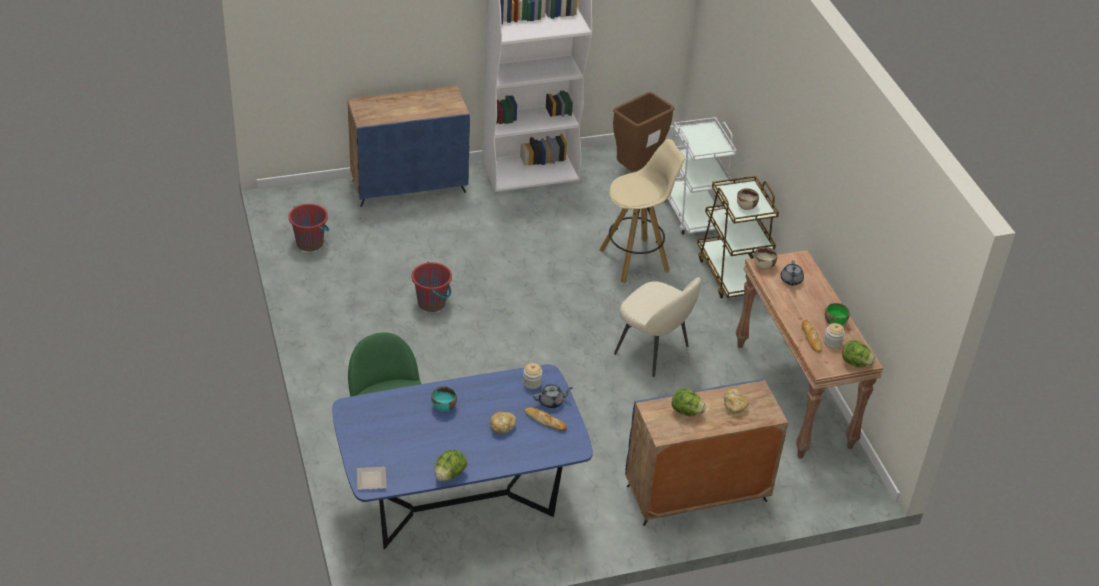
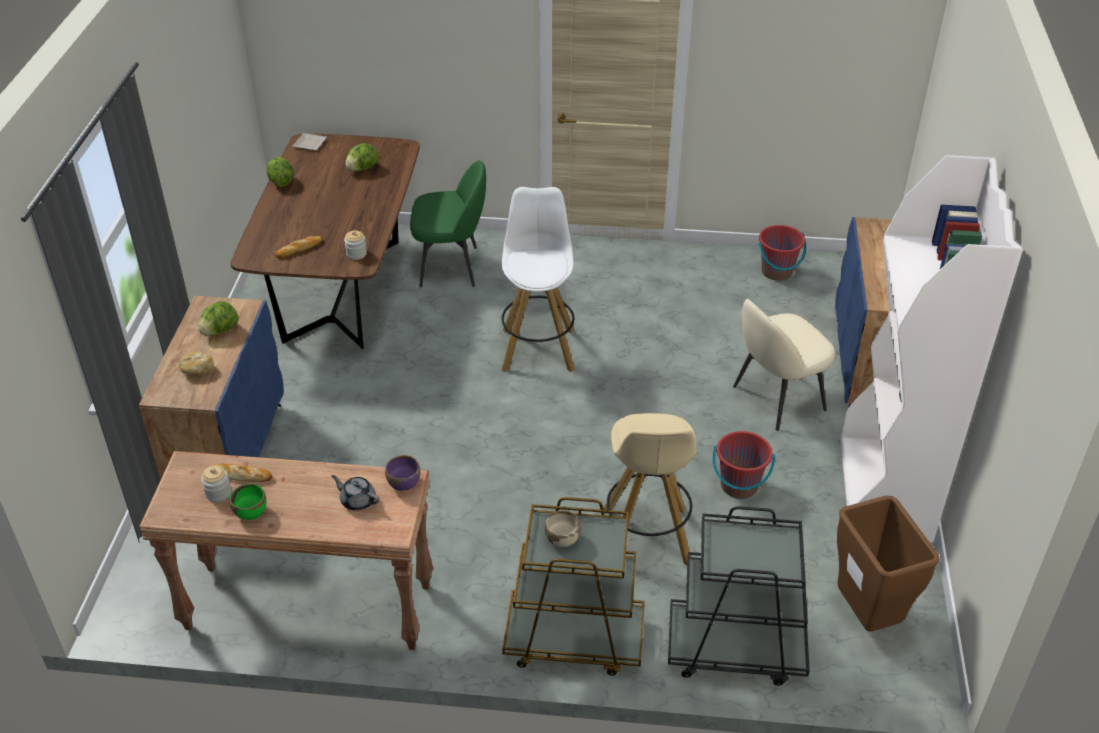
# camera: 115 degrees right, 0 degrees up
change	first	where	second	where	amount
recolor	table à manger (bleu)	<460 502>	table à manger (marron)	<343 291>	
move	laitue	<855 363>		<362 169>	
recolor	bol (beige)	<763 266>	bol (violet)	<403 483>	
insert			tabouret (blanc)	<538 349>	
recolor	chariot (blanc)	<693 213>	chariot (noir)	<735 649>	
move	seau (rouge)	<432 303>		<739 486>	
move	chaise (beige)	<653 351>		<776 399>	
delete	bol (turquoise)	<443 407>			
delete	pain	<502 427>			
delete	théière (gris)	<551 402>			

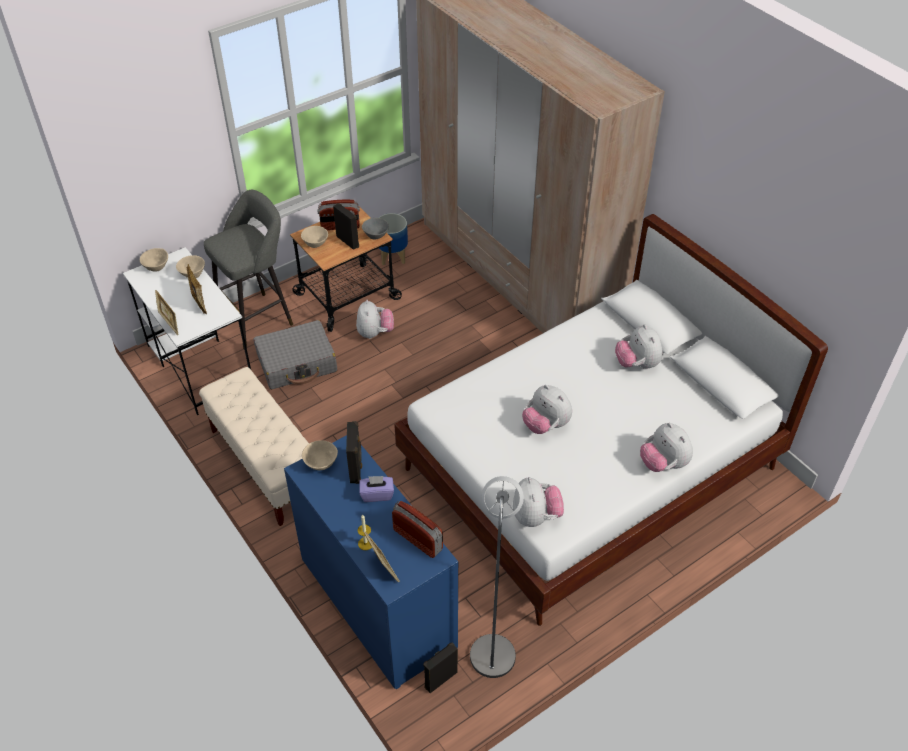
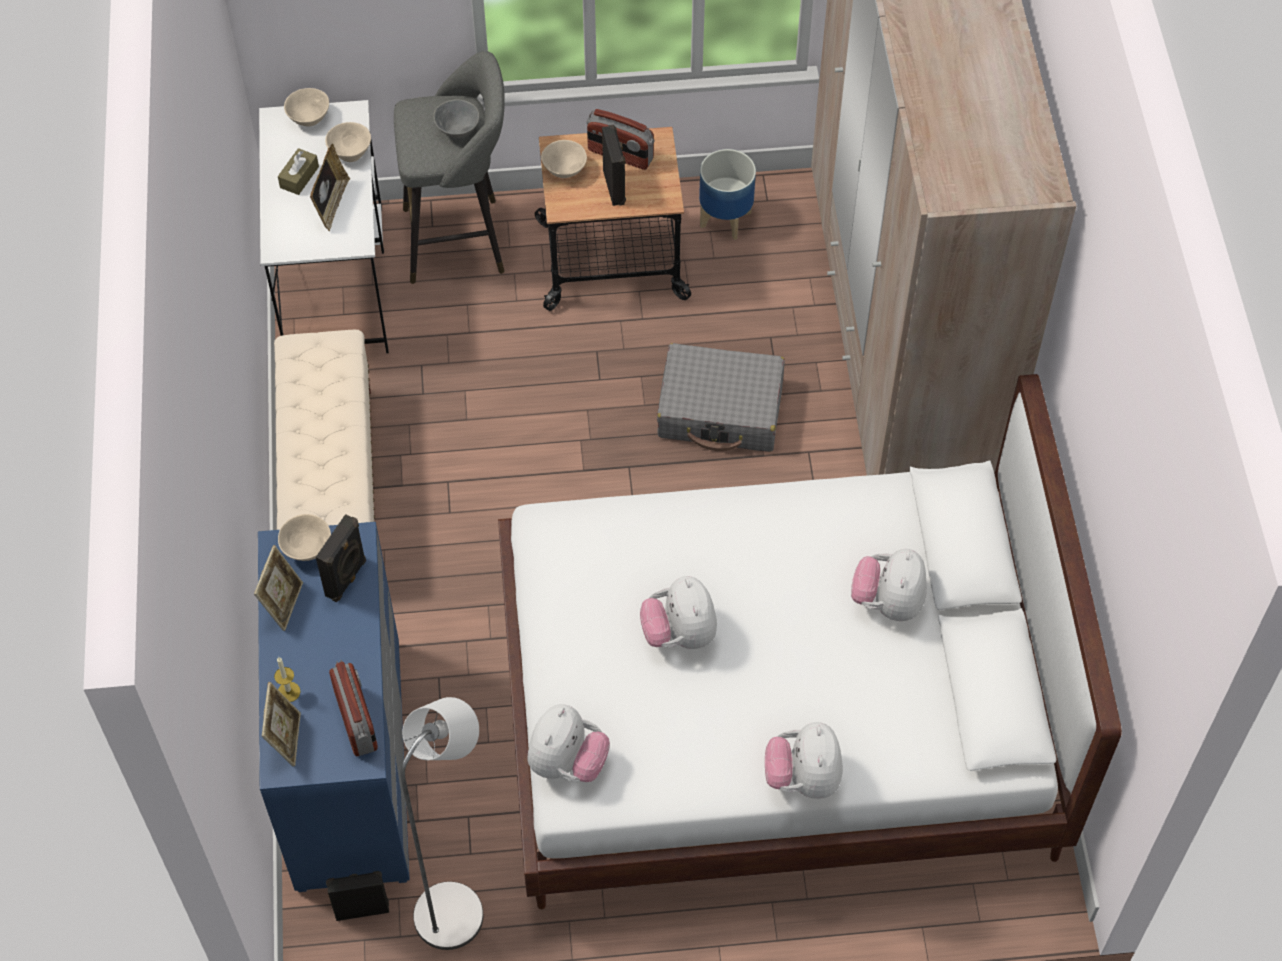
# camera: 30 degrees right, 10 degrees up
change	first	where	second	where	amount
move	cadre photo	<170 325>		<283 604>	
insert			boîte à mouchoirs (marron)	<299 177>	
move	bol (gris)	<376 236>		<457 131>	
move	valise (gris)	<297 363>		<721 410>	
delete	peluche	<375 333>			
delete	boîte à mouchoirs (violet)	<377 494>			

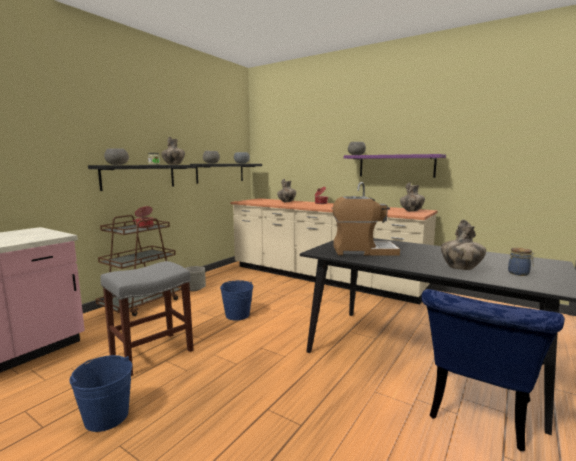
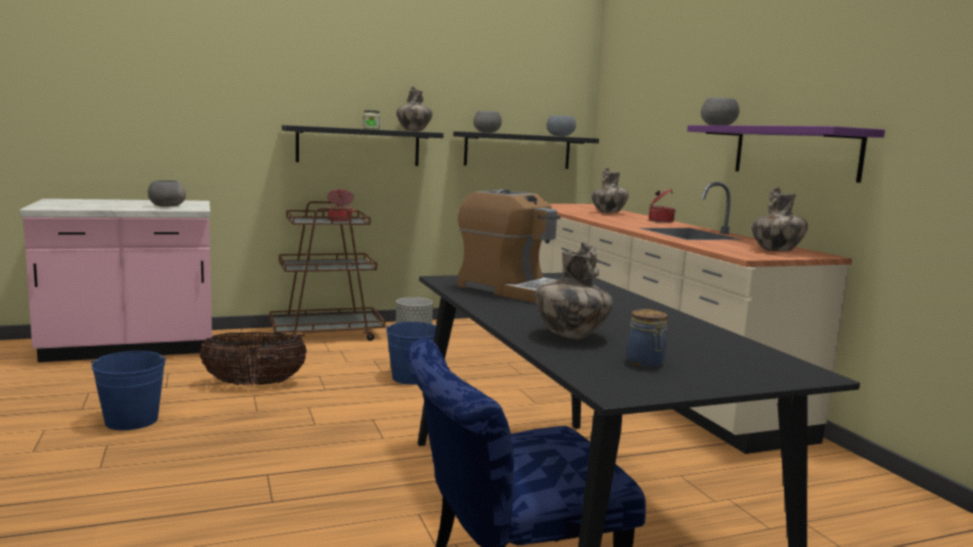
# camera: 35 degrees right, 0 degrees up
change	first	where	second	where	amount
move	bol (gris)	<117 165>		<166 206>	
replace	tabouret (gris)	<153 352>	panier	<254 384>	

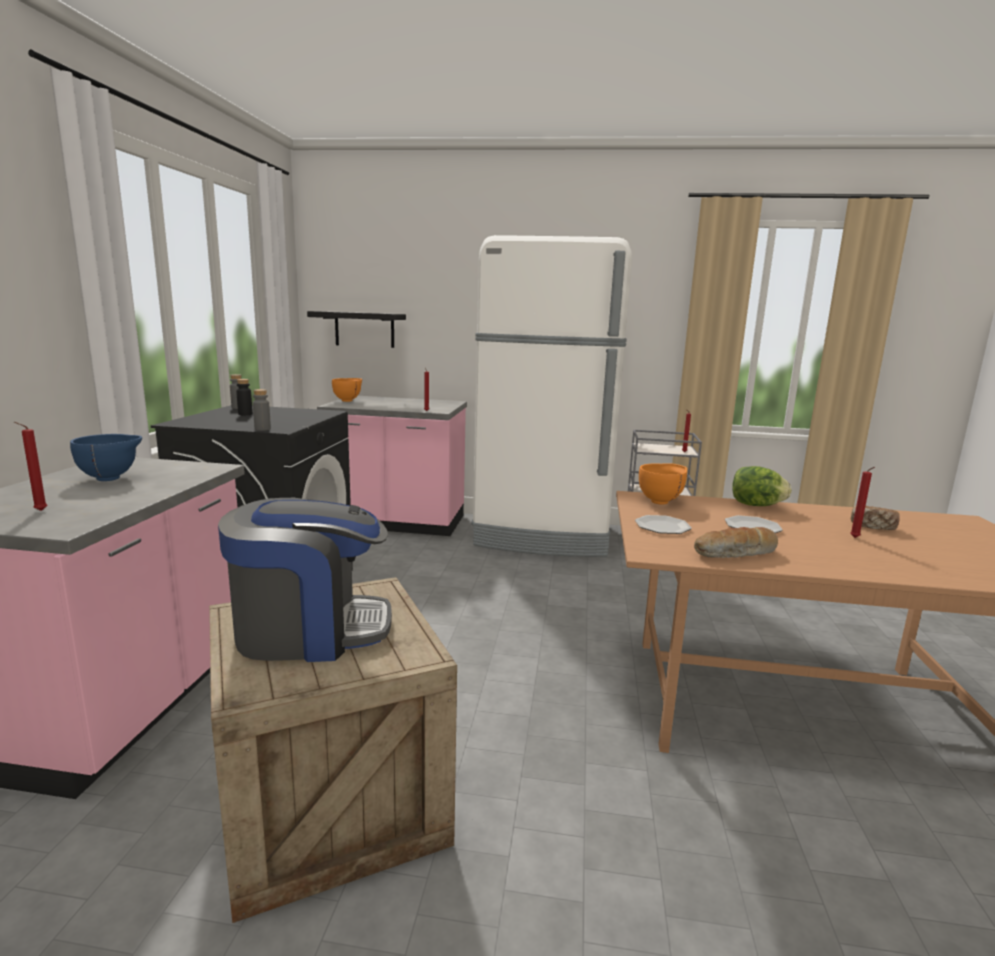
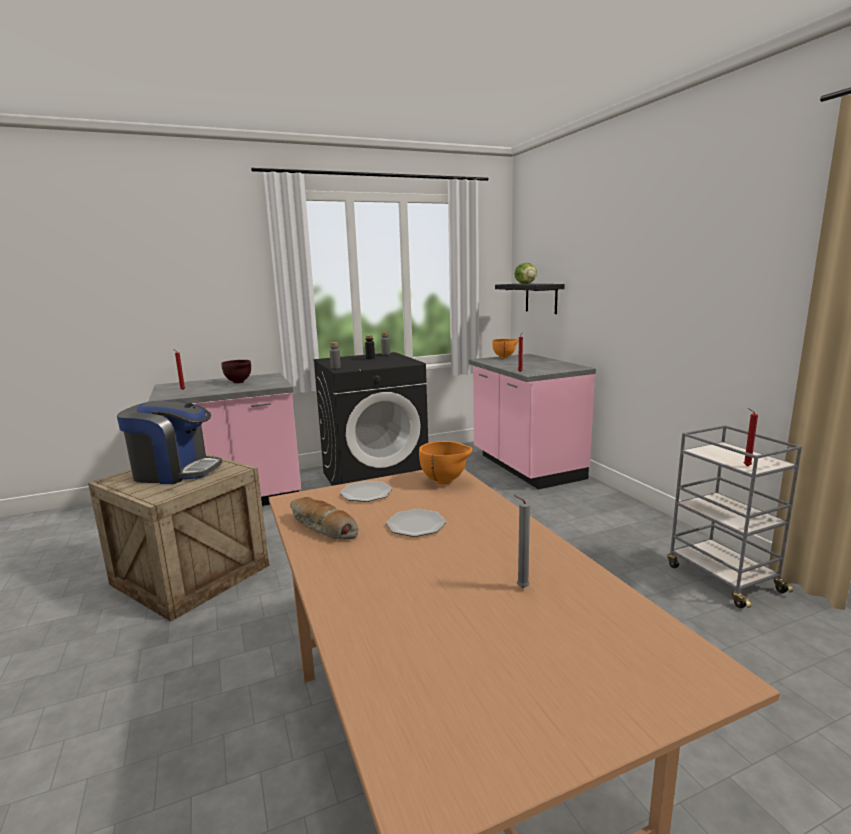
# camera: 60 degrees right, 0 degrees up
change	first	where	second	where	amount
rotate	machine à café	<310 630>		<175 472>	45 degrees counterclockwise
recolor	bol (bleu)	<112 478>	bol (marron)	<239 382>	
replace	pain	<872 527>	bougie (gris)	<520 588>	
move	laitue	<756 505>		<526 284>	
delete	réfrigérateur (blanc)	<543 536>			
delete	bougie (rouge)	<855 538>			

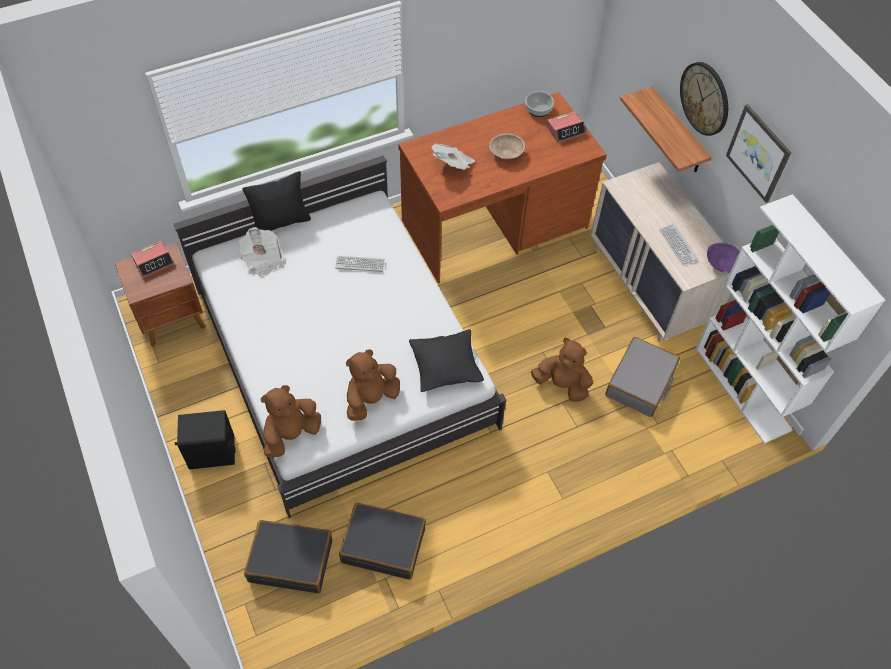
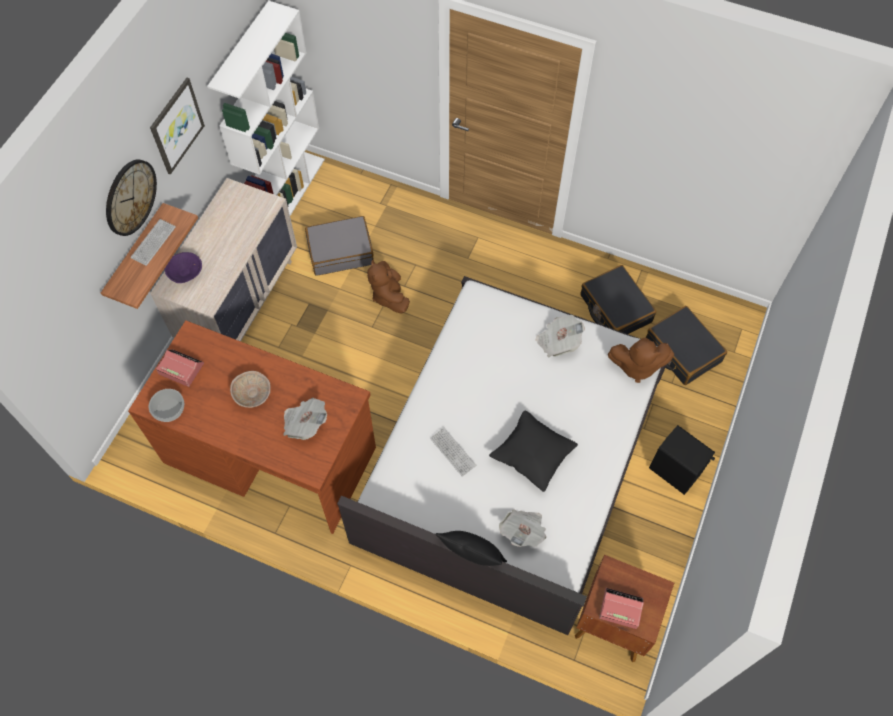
# camera: 130 degrees left, 5 degrees up
change	first	where	second	where	amount
move	clavier	<677 245>		<153 243>	
move	bol (violet)	<722 264>		<186 272>	
move	coussin (noir)	<446 366>		<532 454>	
replace	peluche (marron)	<371 399>	journal	<558 341>	

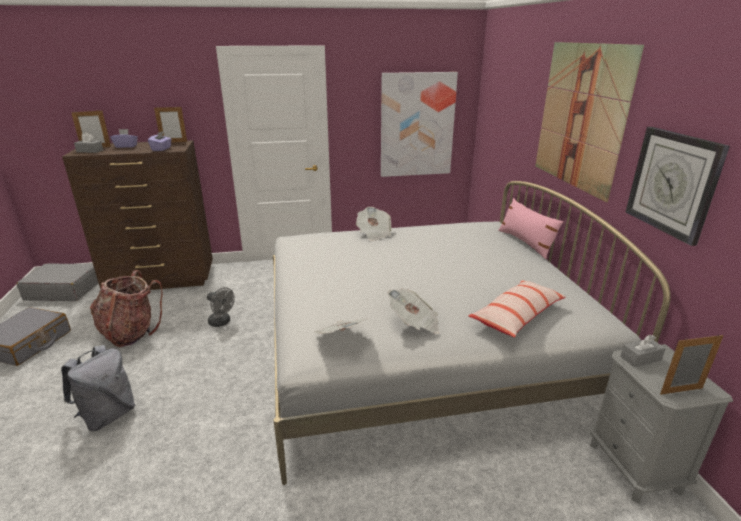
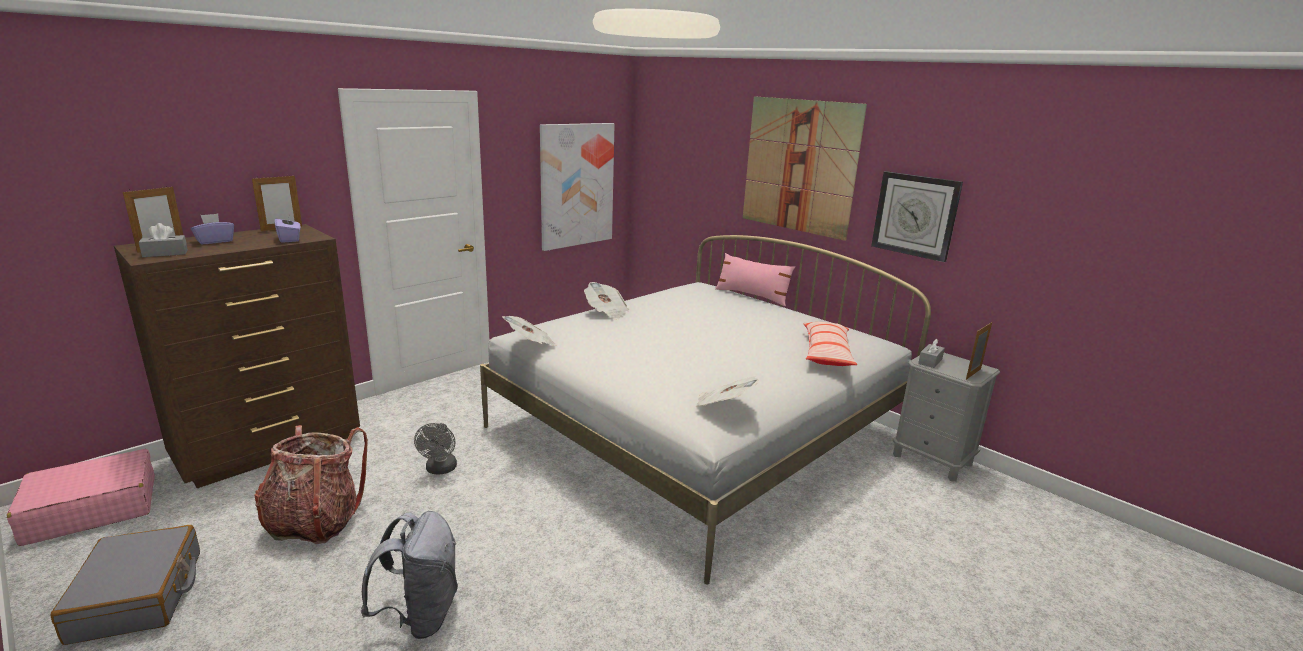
# camera: 35 degrees left, 5 degrees down
change	first	where	second	where	amount
recolor	valise (gris)	<63 290>	valise (rose)	<91 509>	
rotate	ventilateur (gris)	<222 322>		<440 470>	90 degrees clockwise
move	journal	<414 323>		<530 343>	

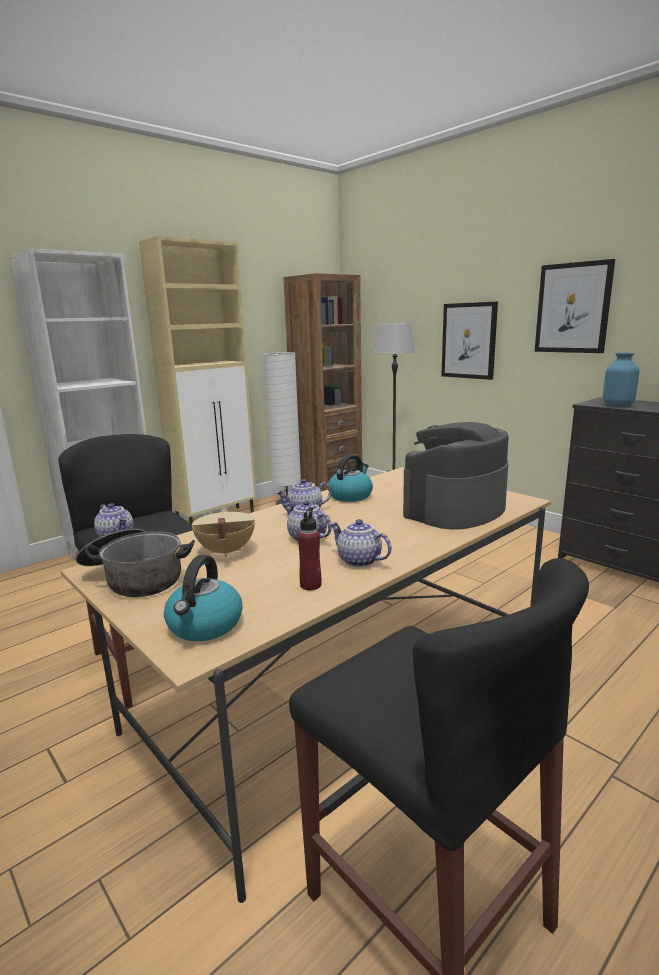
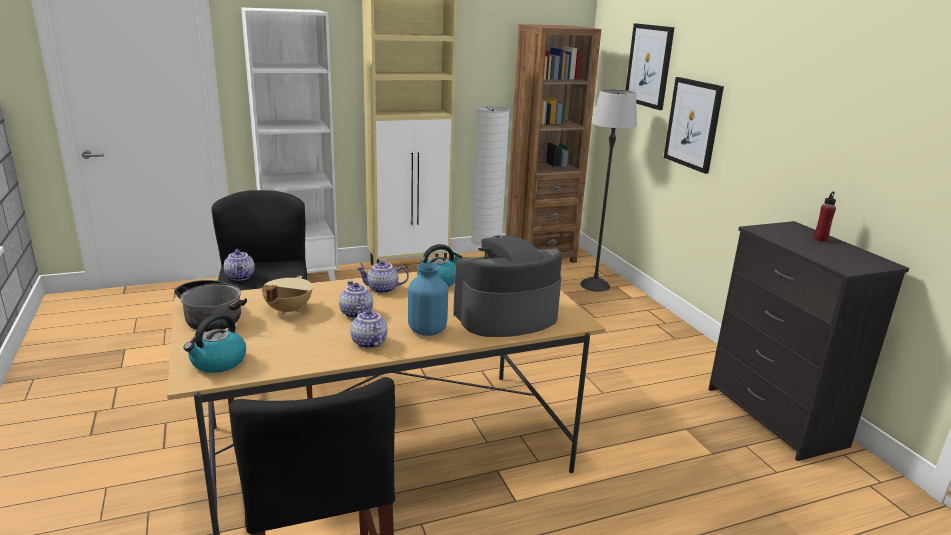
# camera: 20 degrees right, 5 degrees up
change	first	where	second	where	amount
move	vase (bleu)	<617 405>		<428 330>	
move	tableau	<573 308>		<649 66>	
move	bouteille (rouge)	<310 585>		<820 239>	

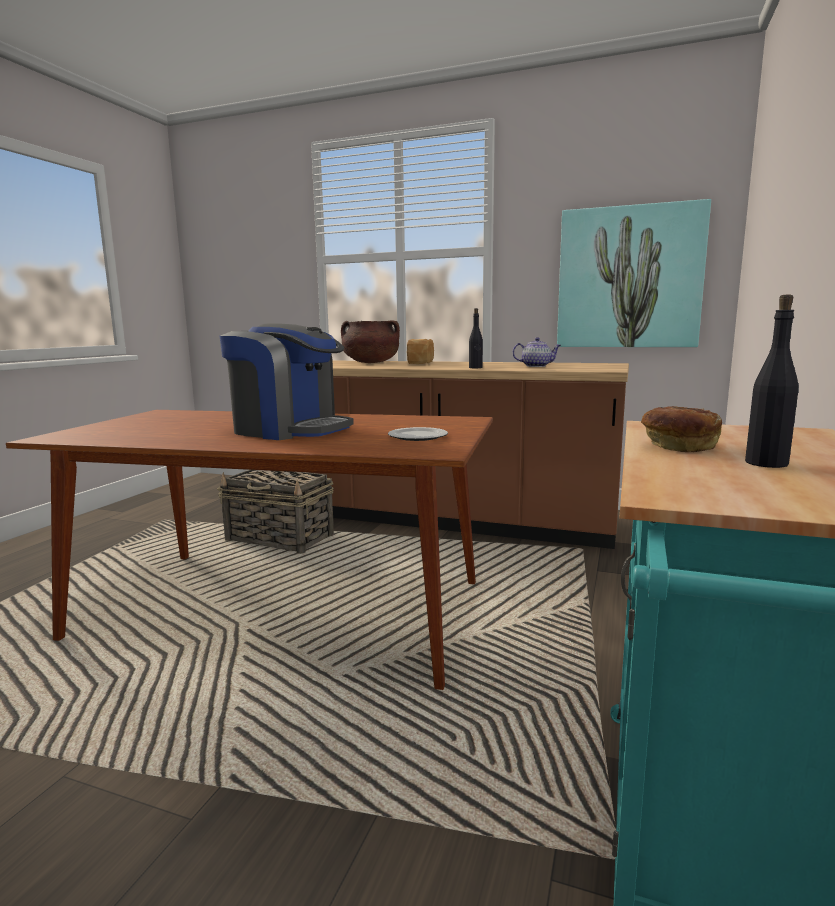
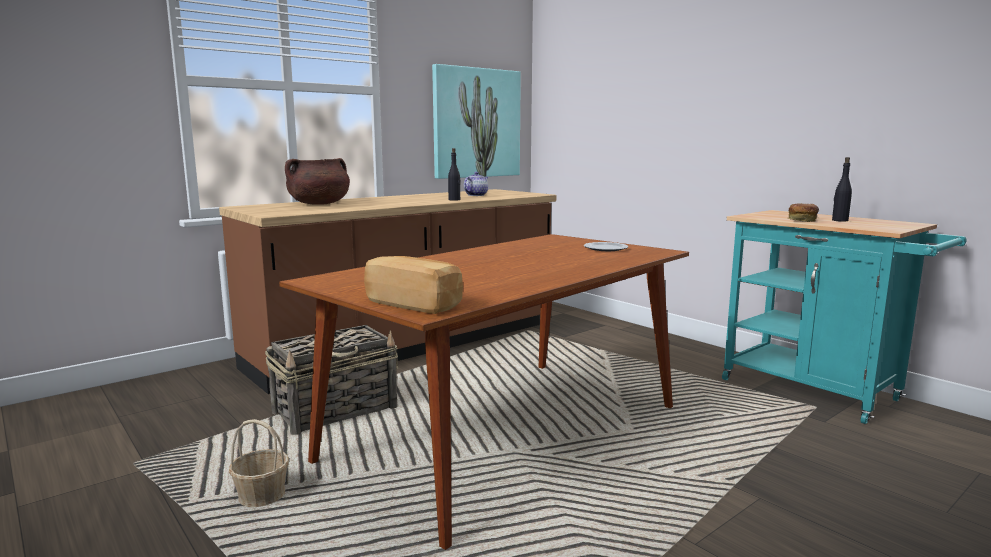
# camera: 60 degrees left, 0 degrees up
change	first	where	second	where	amount
insert			panier	<262 496>	
move	pain	<421 363>		<414 304>	
delete	machine à café	<289 430>			

